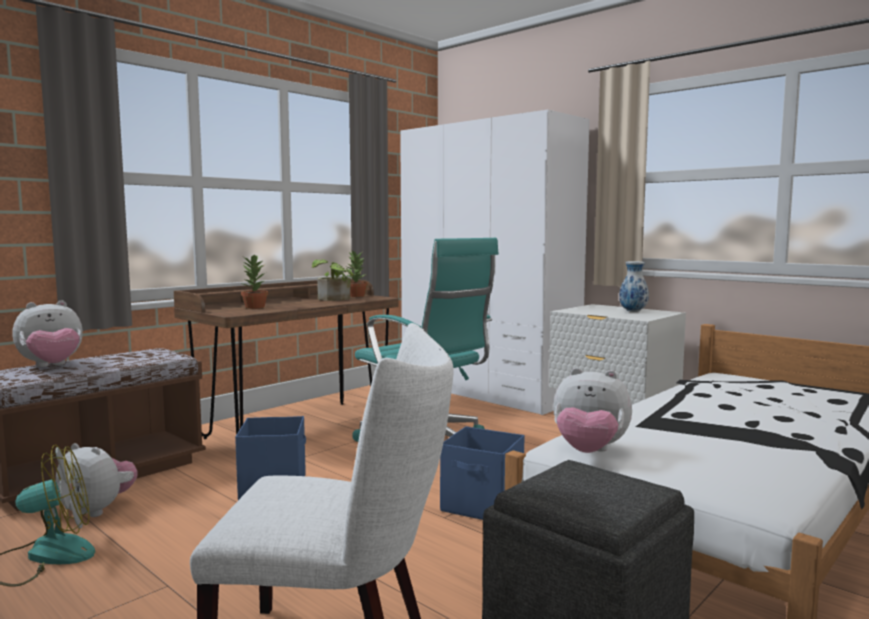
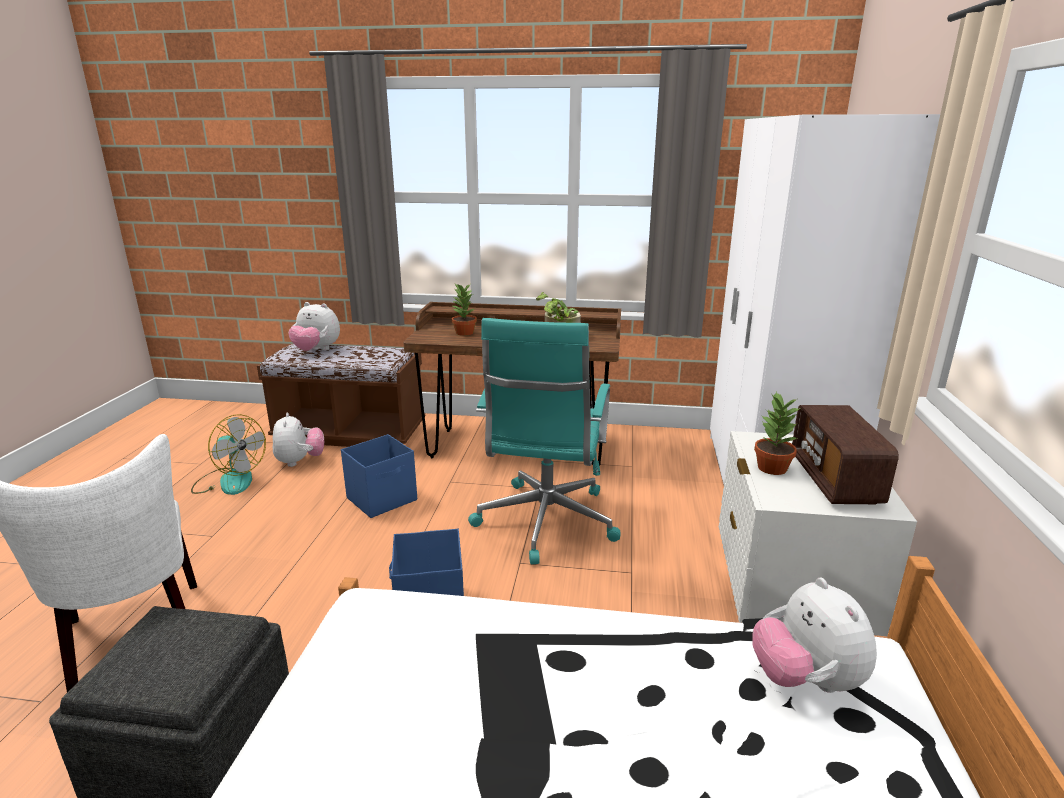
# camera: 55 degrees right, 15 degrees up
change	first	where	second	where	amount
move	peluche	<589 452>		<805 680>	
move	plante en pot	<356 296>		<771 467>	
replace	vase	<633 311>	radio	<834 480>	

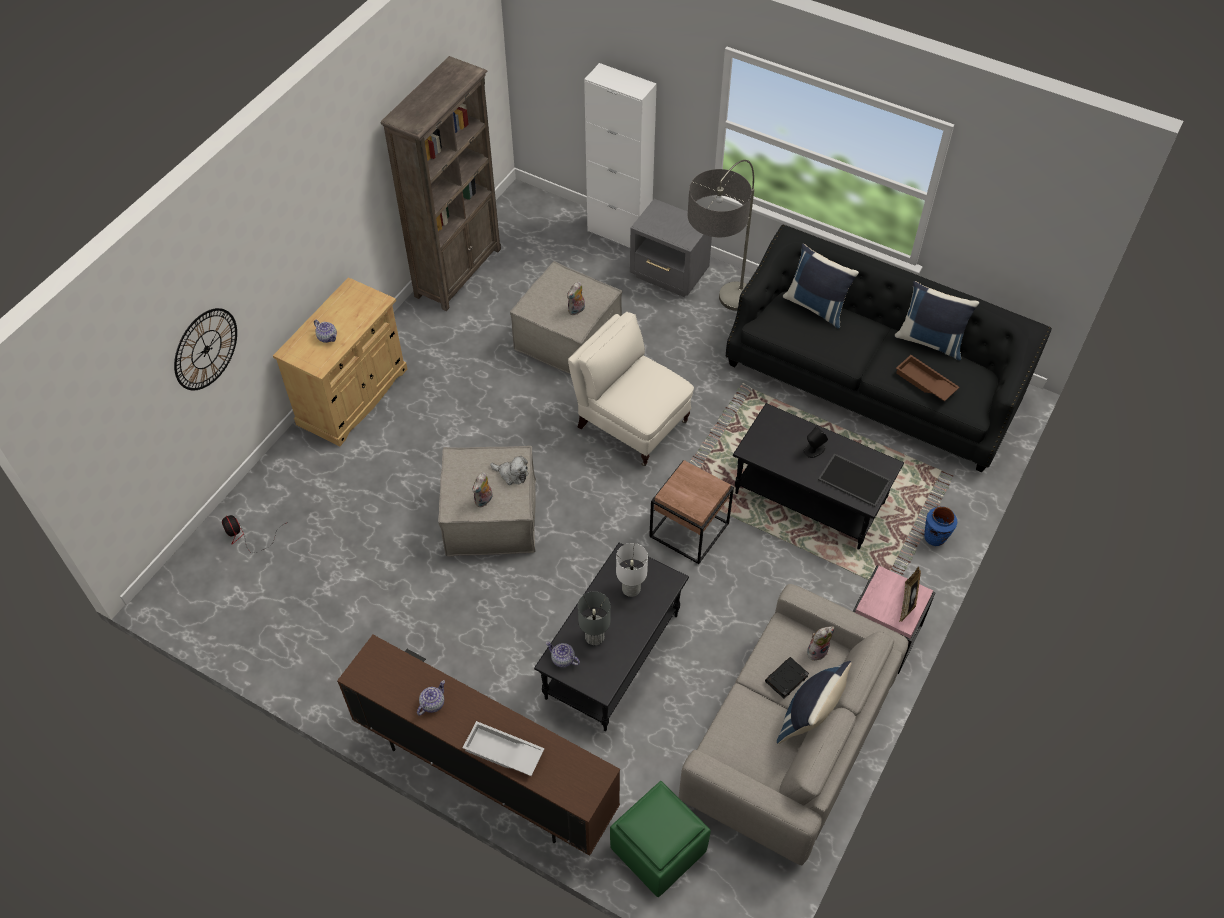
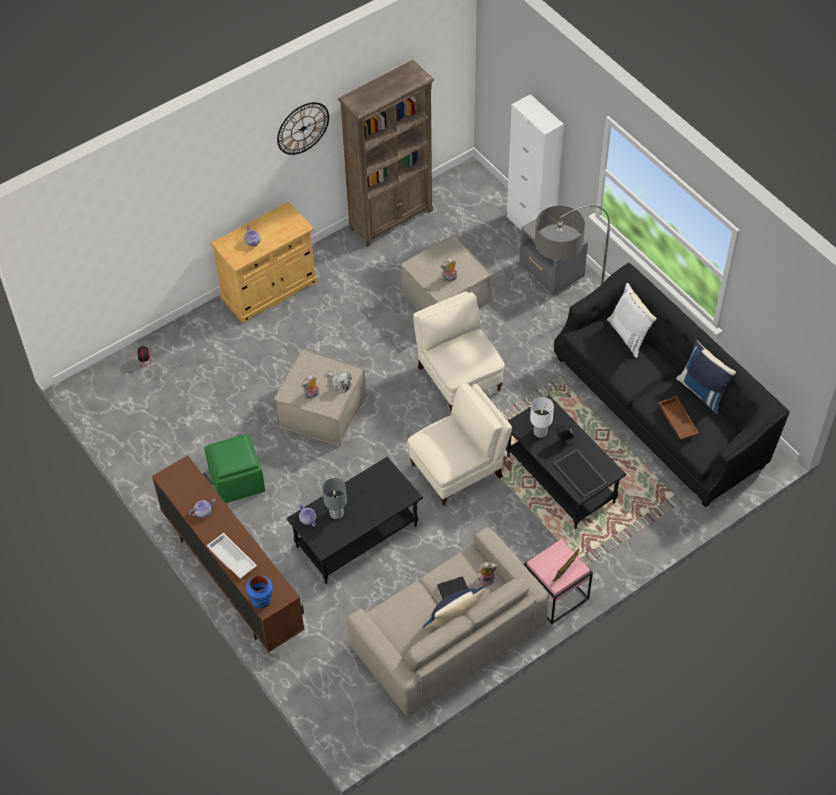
# camera: 25 degrees right, 0 degrees up
change	first	where	second	where	amount
move	pouf (vert)	<657 849>		<236 480>	
move	vase (bleu)	<935 537>		<261 601>	
move	horloge murale	<206 349>		<303 128>	
replace	table d'appoint (marron)	<690 530>	fauteuil (beige)	<459 470>	
move	lampe de table (blanc)	<631 589>		<540 432>	
recolor	coussin (bleu)	<816 306>	coussin (blanc)	<629 335>	

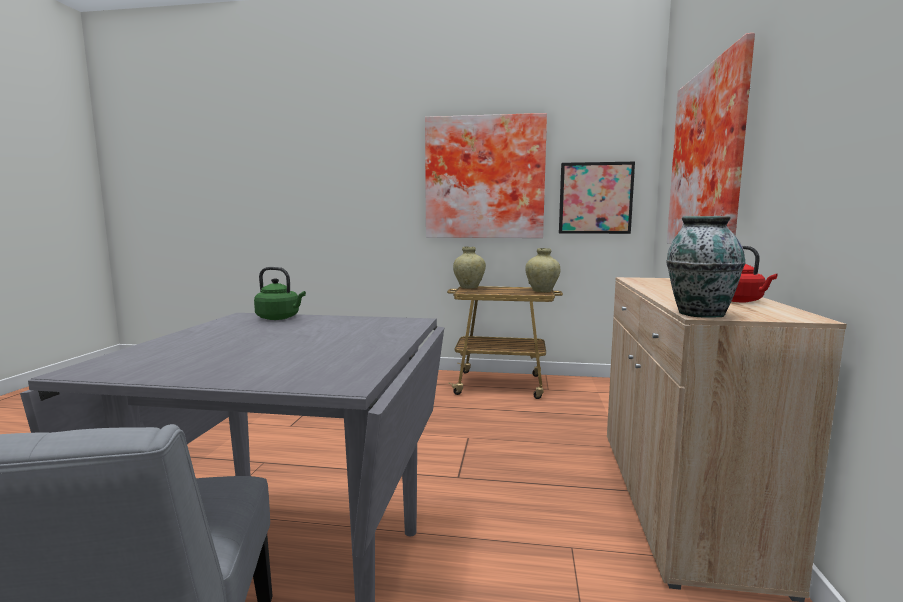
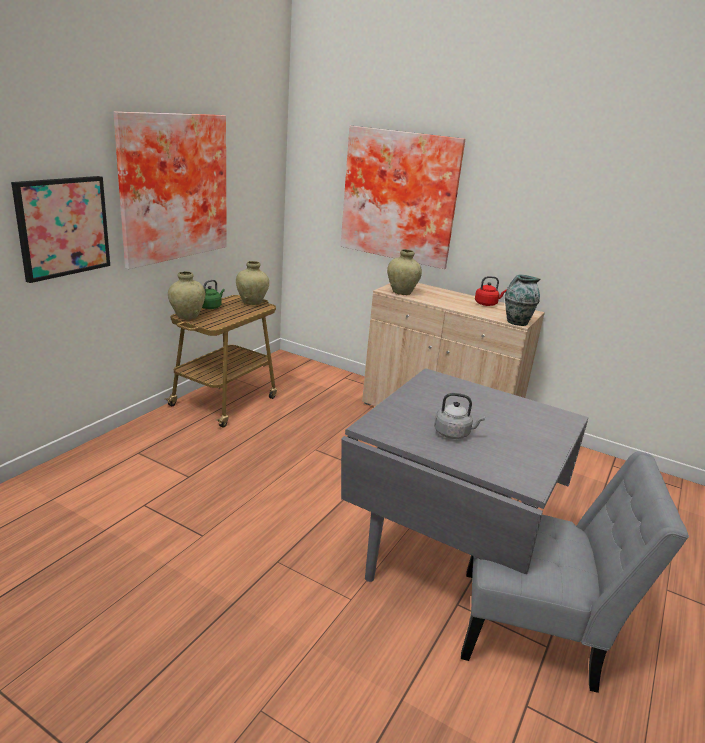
# camera: 70 degrees left, 15 degrees up
change	first	where	second	where	amount
move	tableau	<595 198>		<63 227>	
move	bouilloire (vert)	<280 318>		<211 307>	
insert			vase (beige)	<401 292>	
insert			bouilloire (gris)	<454 433>	

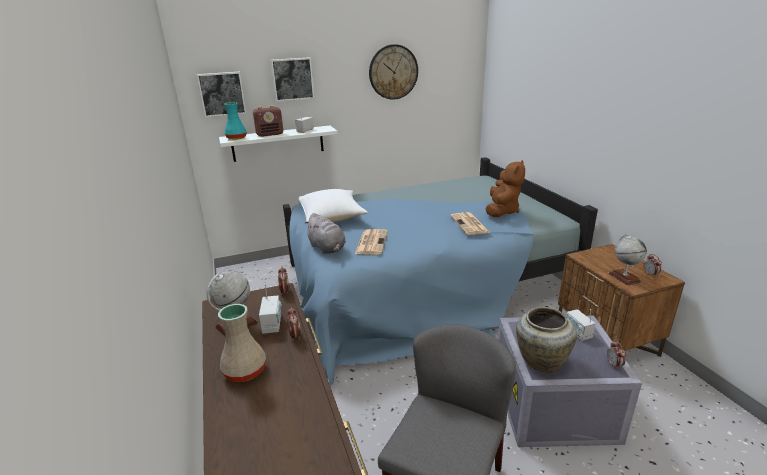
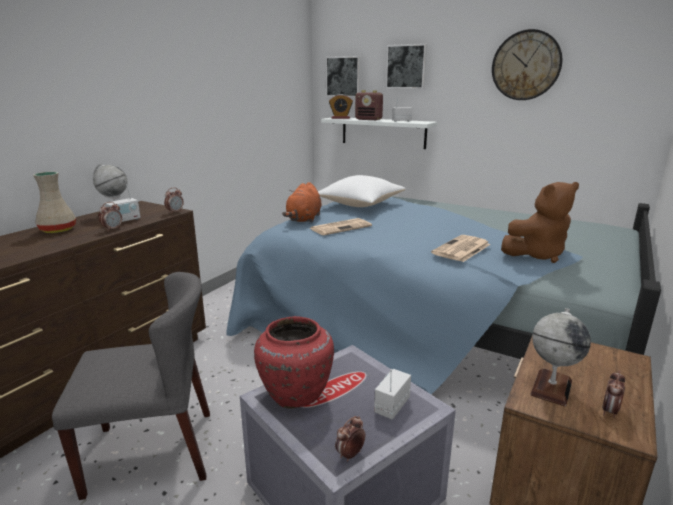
# camera: 50 degrees right, 5 degrees down
change	first	where	second	where	amount
recolor	vase (beige)	<540 361>	vase (rouge)	<296 393>	
recolor	peluche (gris)	<327 248>	peluche (orange)	<304 219>	
replace	vase (turquoise)	<236 138>	réveil	<340 118>	

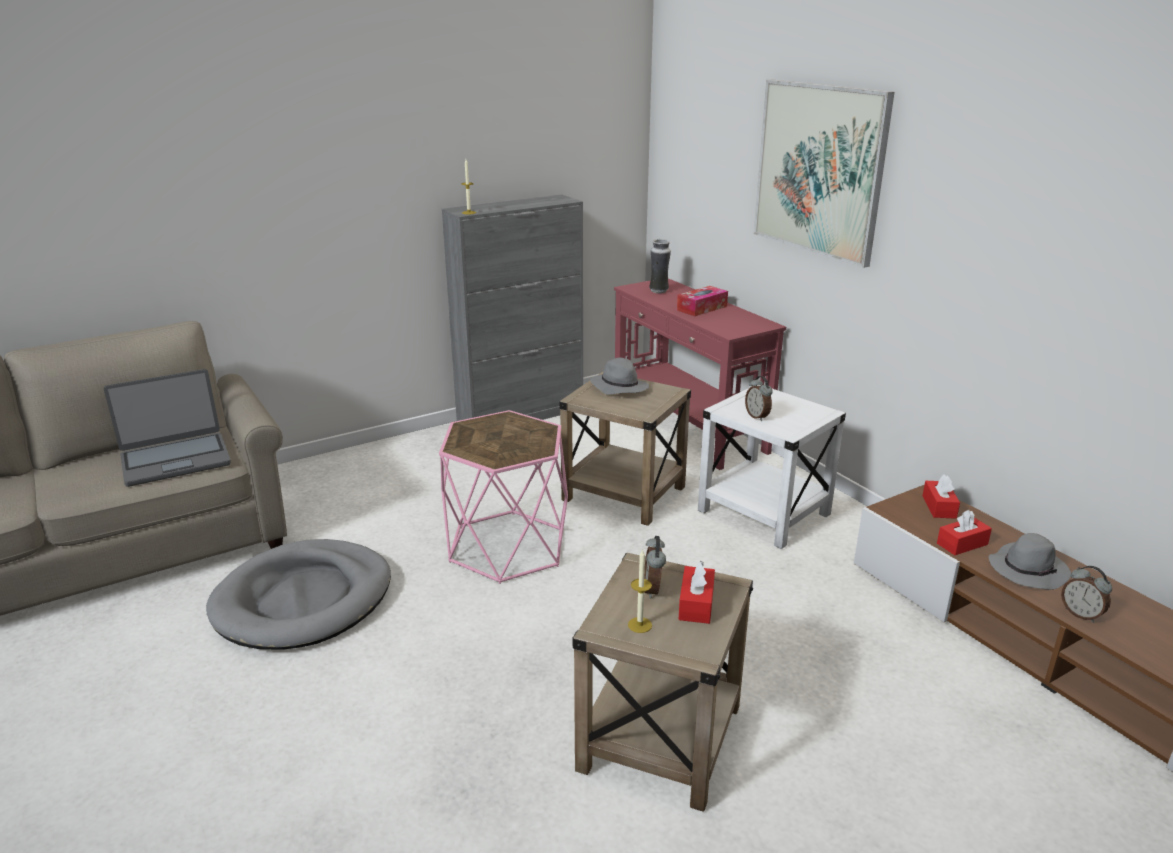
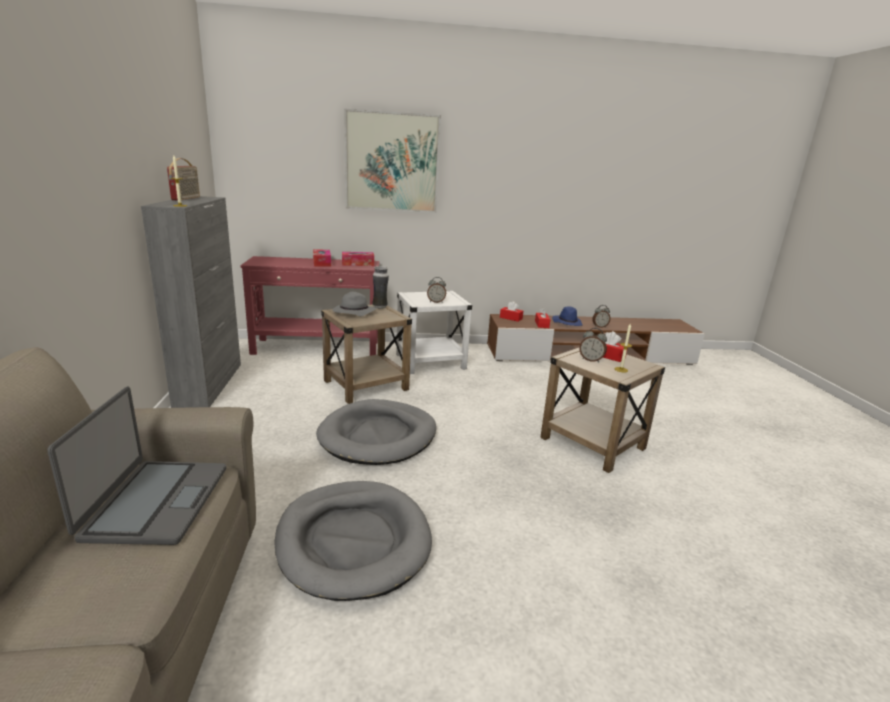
# camera: 65 degrees left, 5 degrees down
change	first	where	second	where	amount
insert			radio	<186 198>	
replace	table d'appoint (rose)	<506 546>	panier pour chien (gris)	<378 436>	
insert			boîte à mouchoirs	<357 264>	
move	vase	<659 291>		<380 307>	
recolor	chapeau (gris)	<1027 569>	chapeau (bleu)	<567 323>	

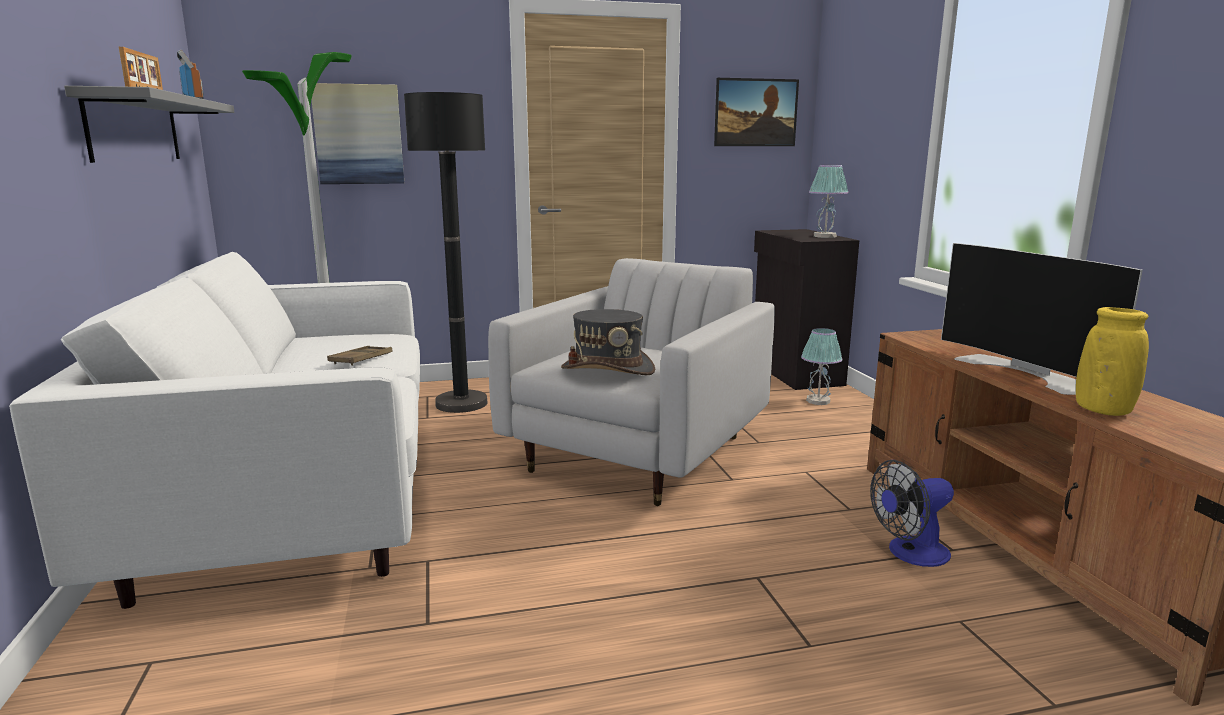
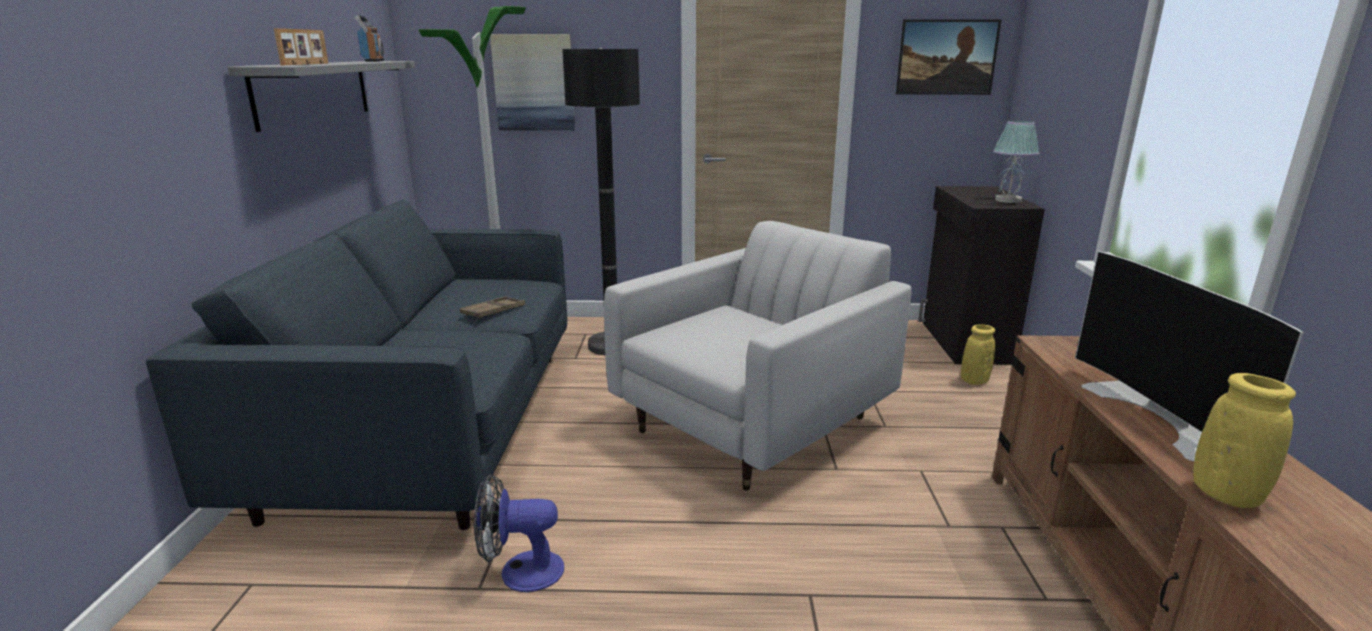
# camera: 15 degrees right, 5 degrees up
change	first	where	second	where	amount
recolor	canapé (blanc)	<297 494>	canapé (bleu)	<432 429>	
move	ventilateur	<910 553>		<520 572>	
replace	lampe de table	<817 401>	vase (jaune)	<974 381>	
delete	chapeau (gris)	<608 369>			

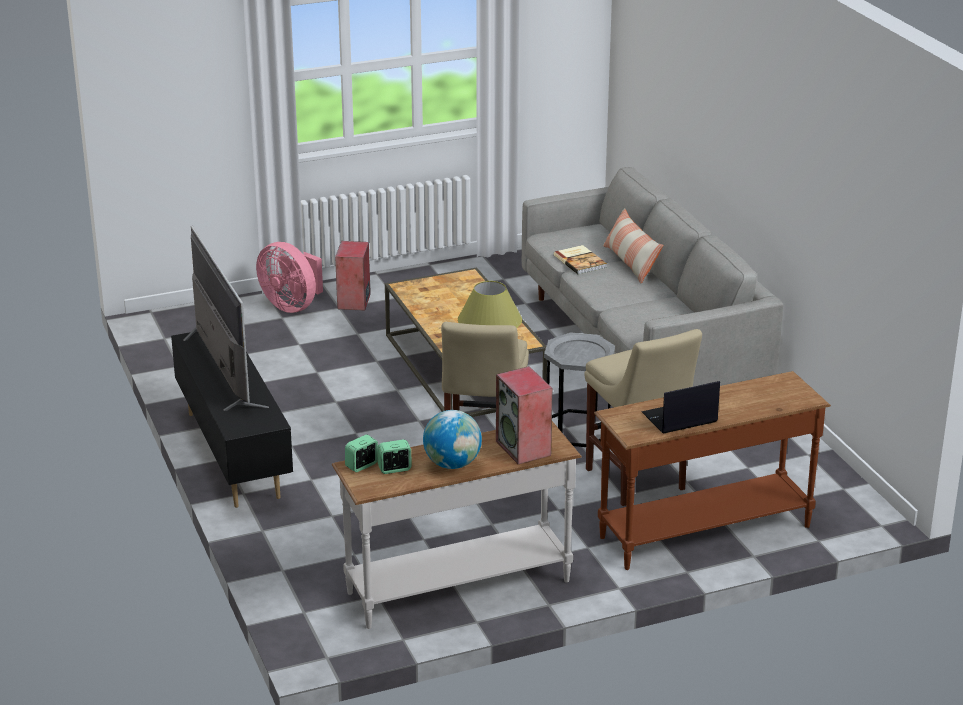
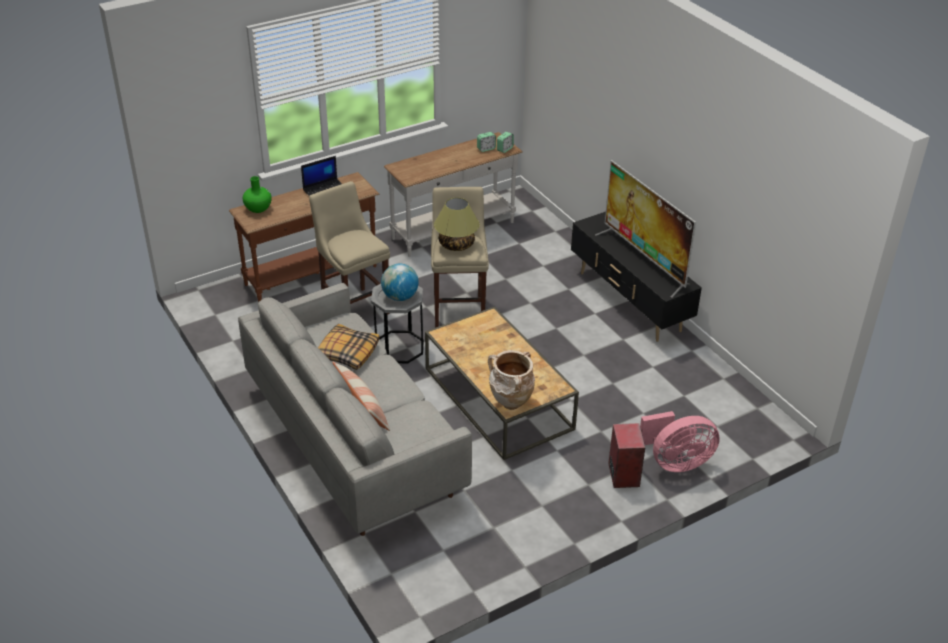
# camera: 170 degrees right, 10 degrees up
change	first	where	second	where	amount
insert			vase (vert)	<258 208>	
insert			coussin	<347 352>	
move	globe	<452 464>		<400 297>	
insert			vase (beige)	<510 403>	
rotate	ventilateur (rose)	<292 305>		<676 462>	135 degrees clockwise
delete	enceinte	<524 448>			
delete	livre	<580 261>			

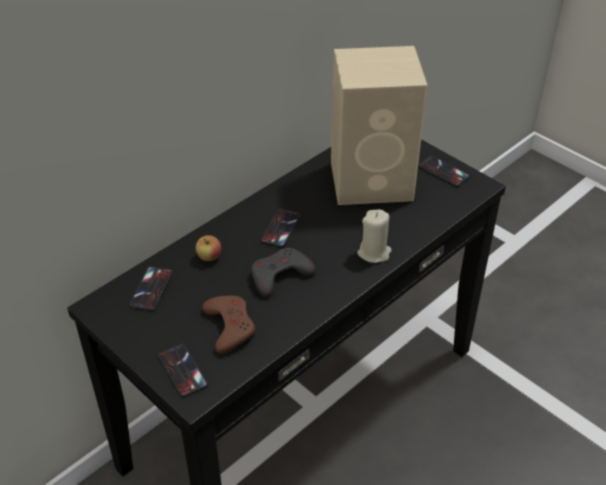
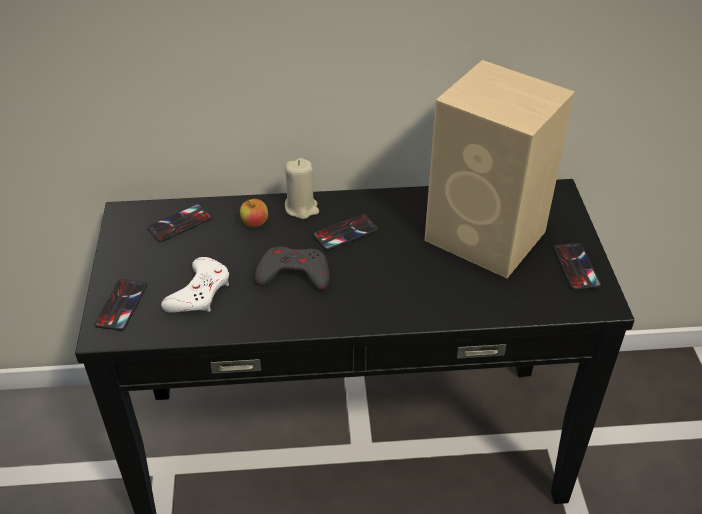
# camera: 40 degrees right, 0 degrees up
change	first	where	second	where	amount
recolor	manette (marron)	<229 326>	manette (blanc)	<199 292>	
move	bougie (beige)	<374 253>		<301 208>	

